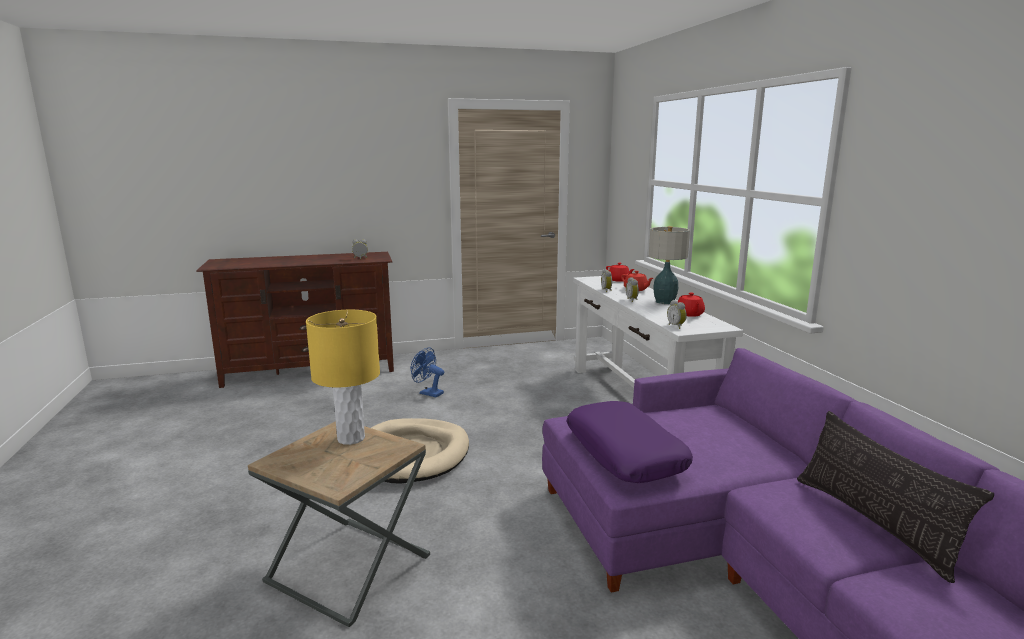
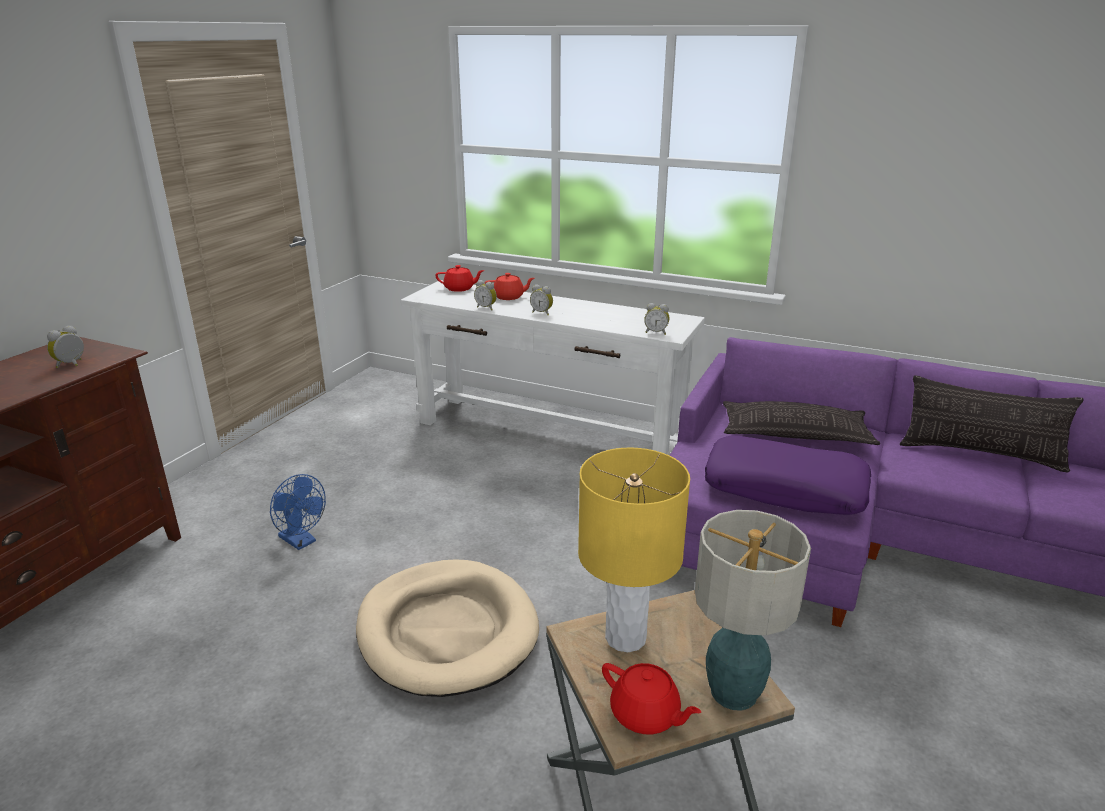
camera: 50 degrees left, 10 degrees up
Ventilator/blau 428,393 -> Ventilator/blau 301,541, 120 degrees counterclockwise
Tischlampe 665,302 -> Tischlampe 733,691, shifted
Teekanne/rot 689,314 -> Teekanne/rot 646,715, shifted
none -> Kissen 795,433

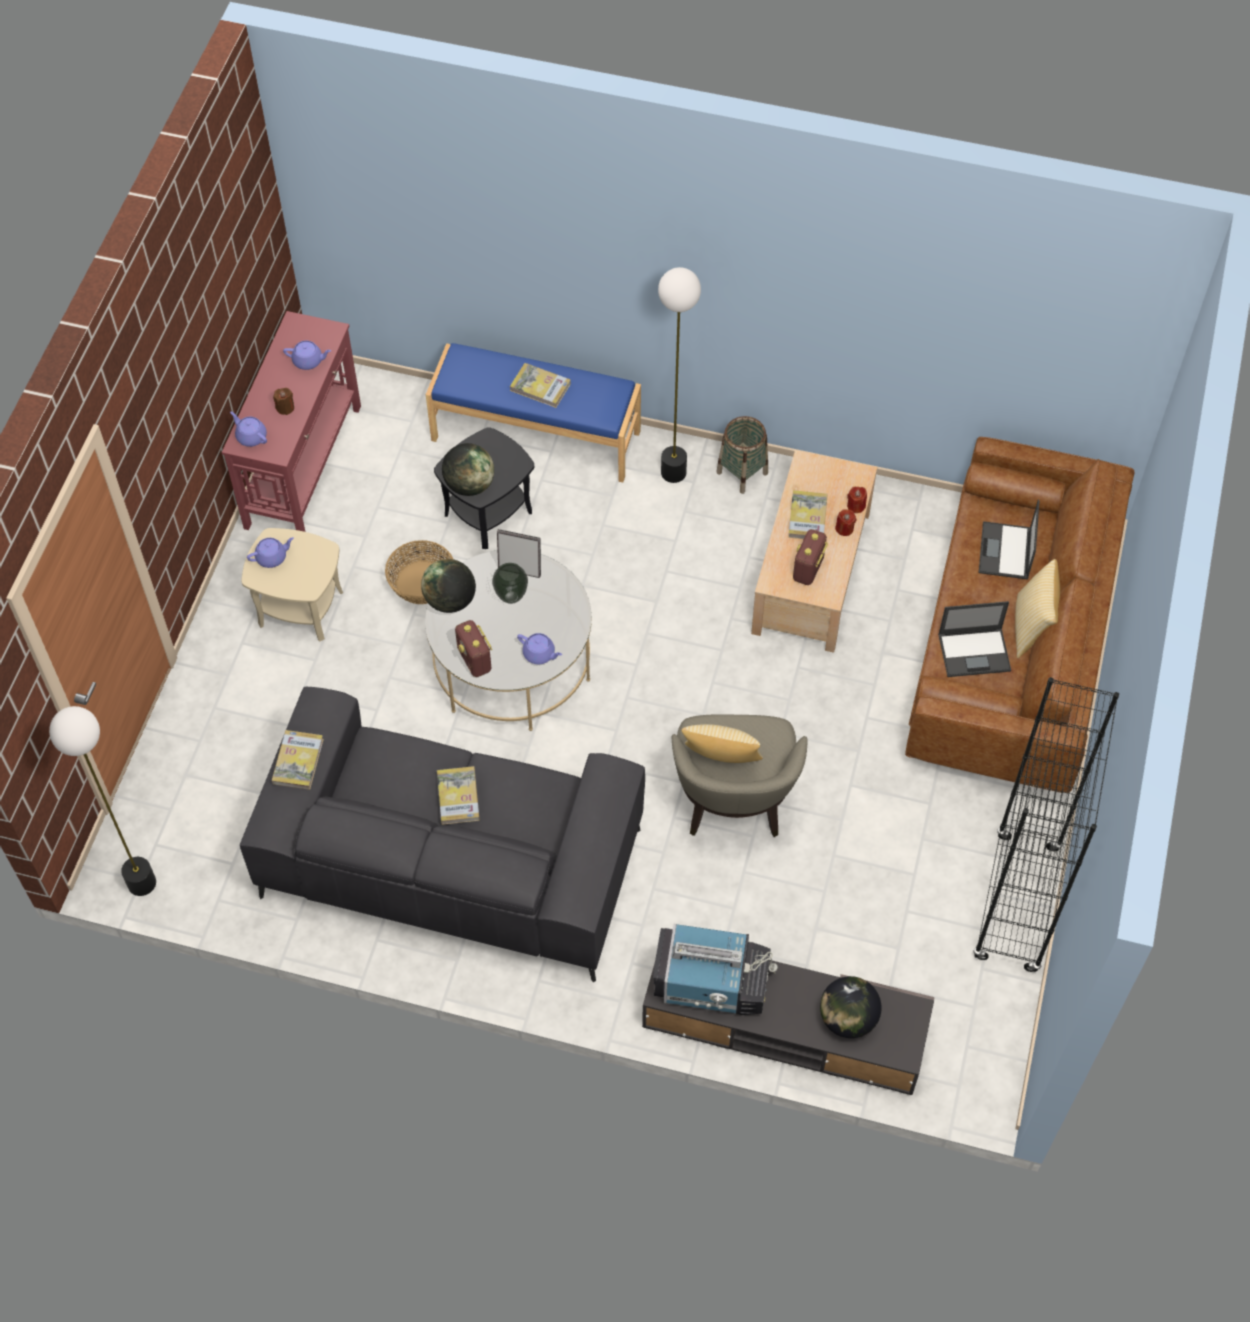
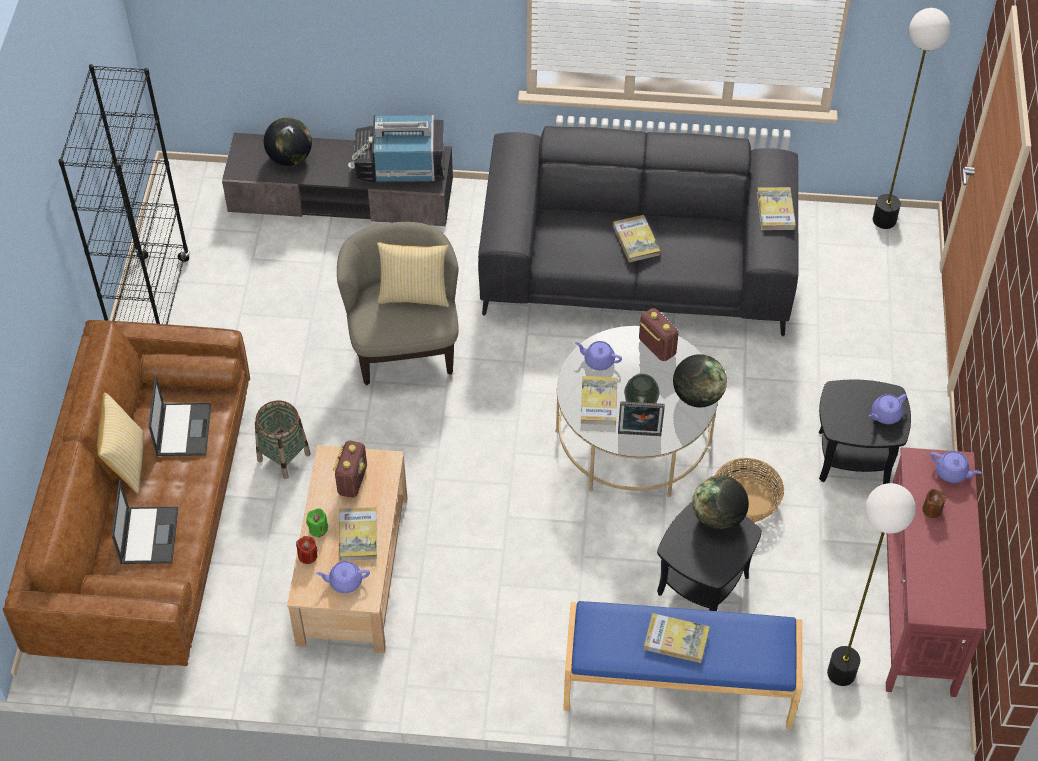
camera: 170 degrees right, 5 degrees down
Beistelltisch/beige 301,608 -> Beistelltisch/schwarz 853,458
Teekanne/lila 308,361 -> Teekanne/lila 344,581, shifted
Stehlampe 673,472 -> Stehlampe 841,673, shifted
Korb 742,473 -> Korb 283,457, shifted
Kerze/rot 844,528 -> Kerze/grün 318,529
Laptop 975,652 -> Laptop 183,429, 105 degrees clockwise
none -> Buch 598,402

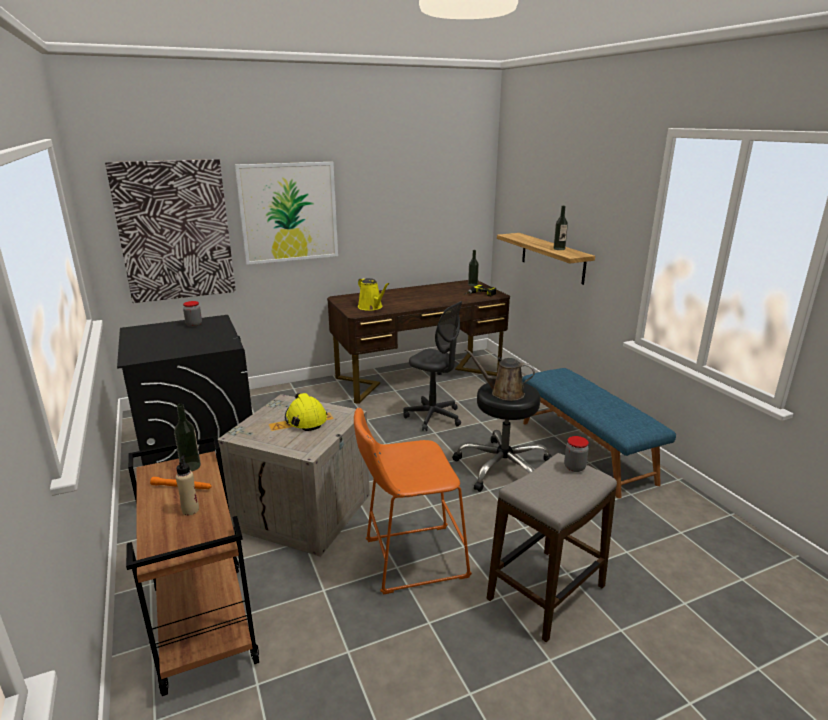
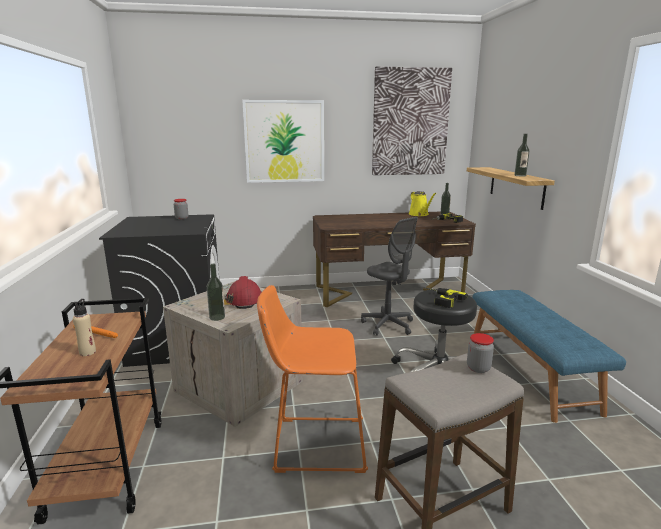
camera: 15 degrees right, 5 degrees down
Bild 175,231 -> Bild 410,122, shifted
Flasche 190,466 -> Flasche 217,317, shifted
Schutzhelm/gelb 306,419 -> Schutzhelm/rot 244,300
Gießkanne/gelb 371,307 -> Gießkanne/gelb 419,214, shifted
Gießkanne/braun 504,393 -> Bohrmaschine 439,299

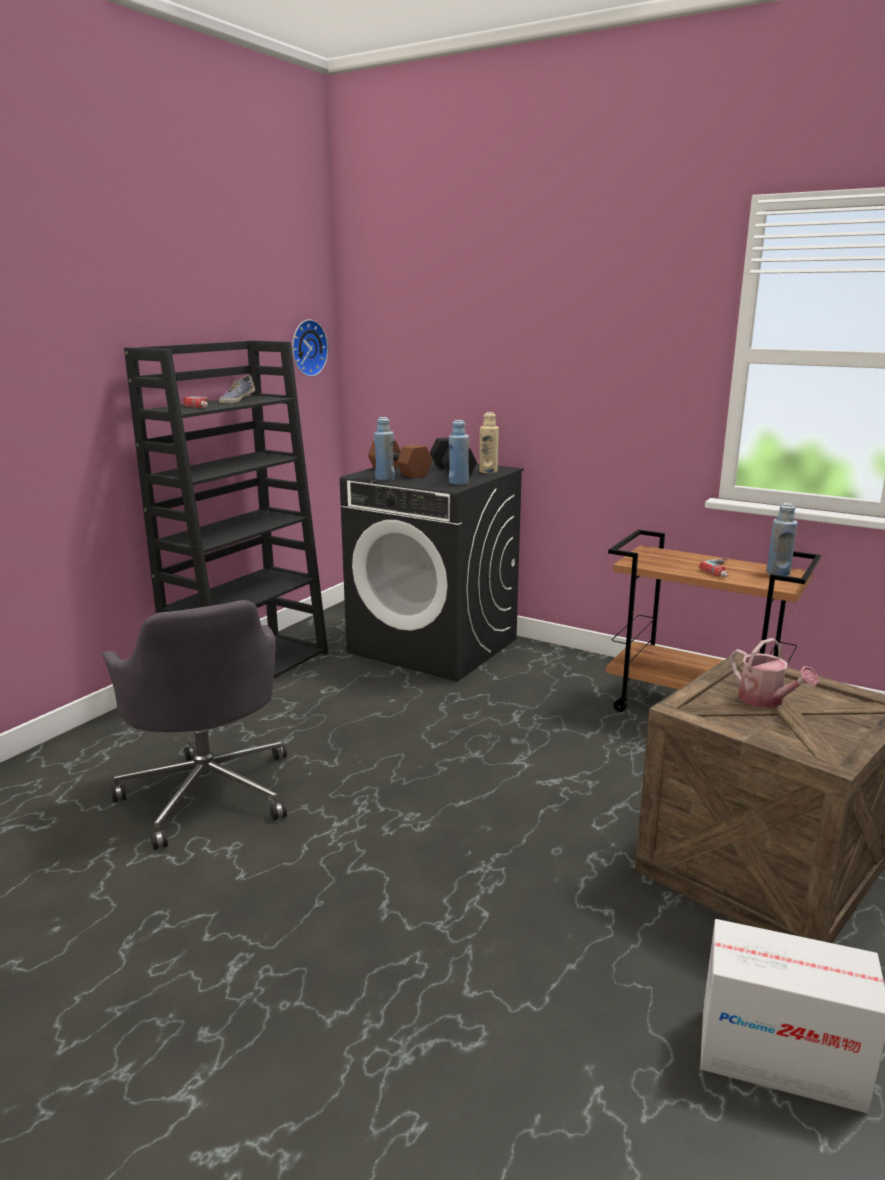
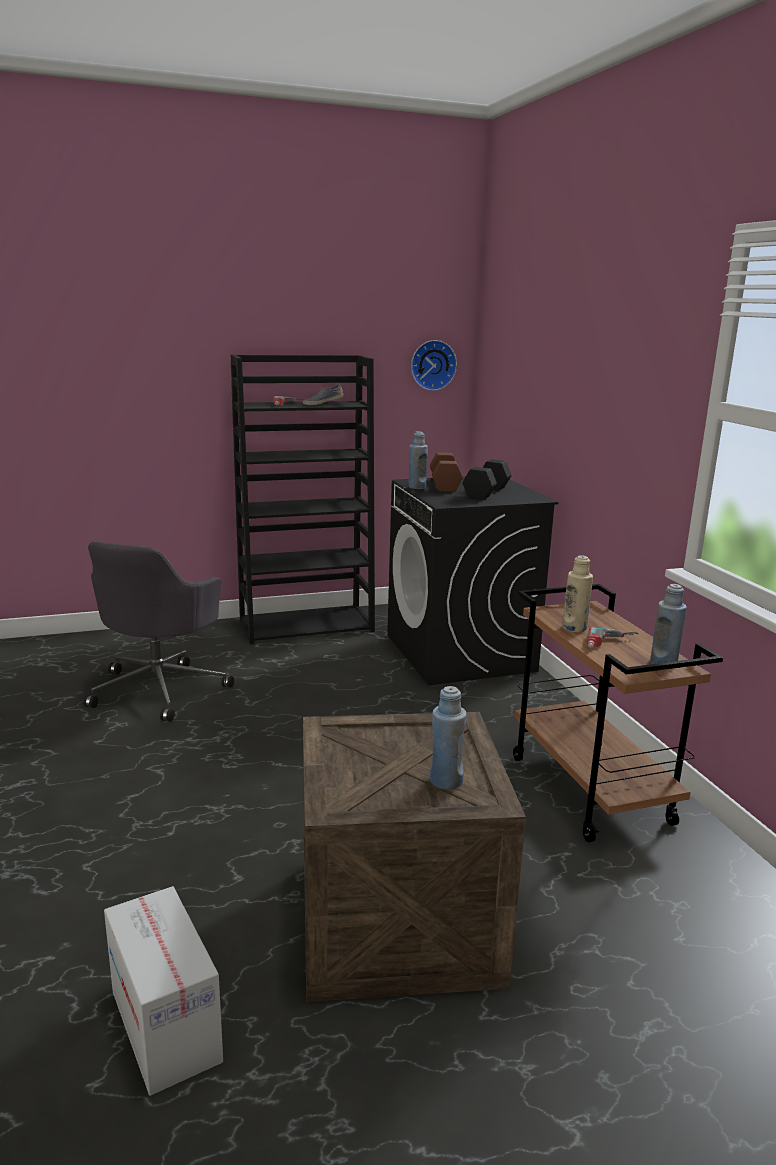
camera: 40 degrees right, 0 degrees up
Flasche/blau 458,483 -> Flasche/blau 446,781, shifted
Flasche/beige 488,471 -> Flasche/beige 574,628, shifted
Gießkanne 766,700 -> none

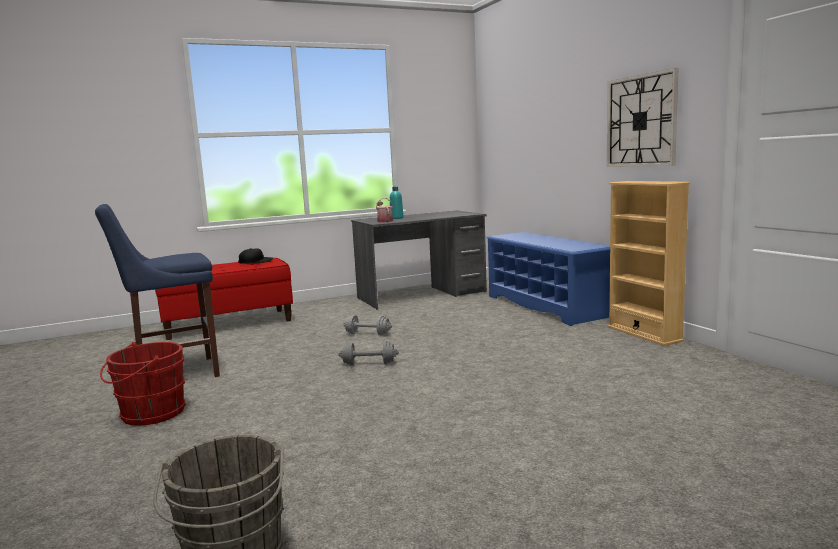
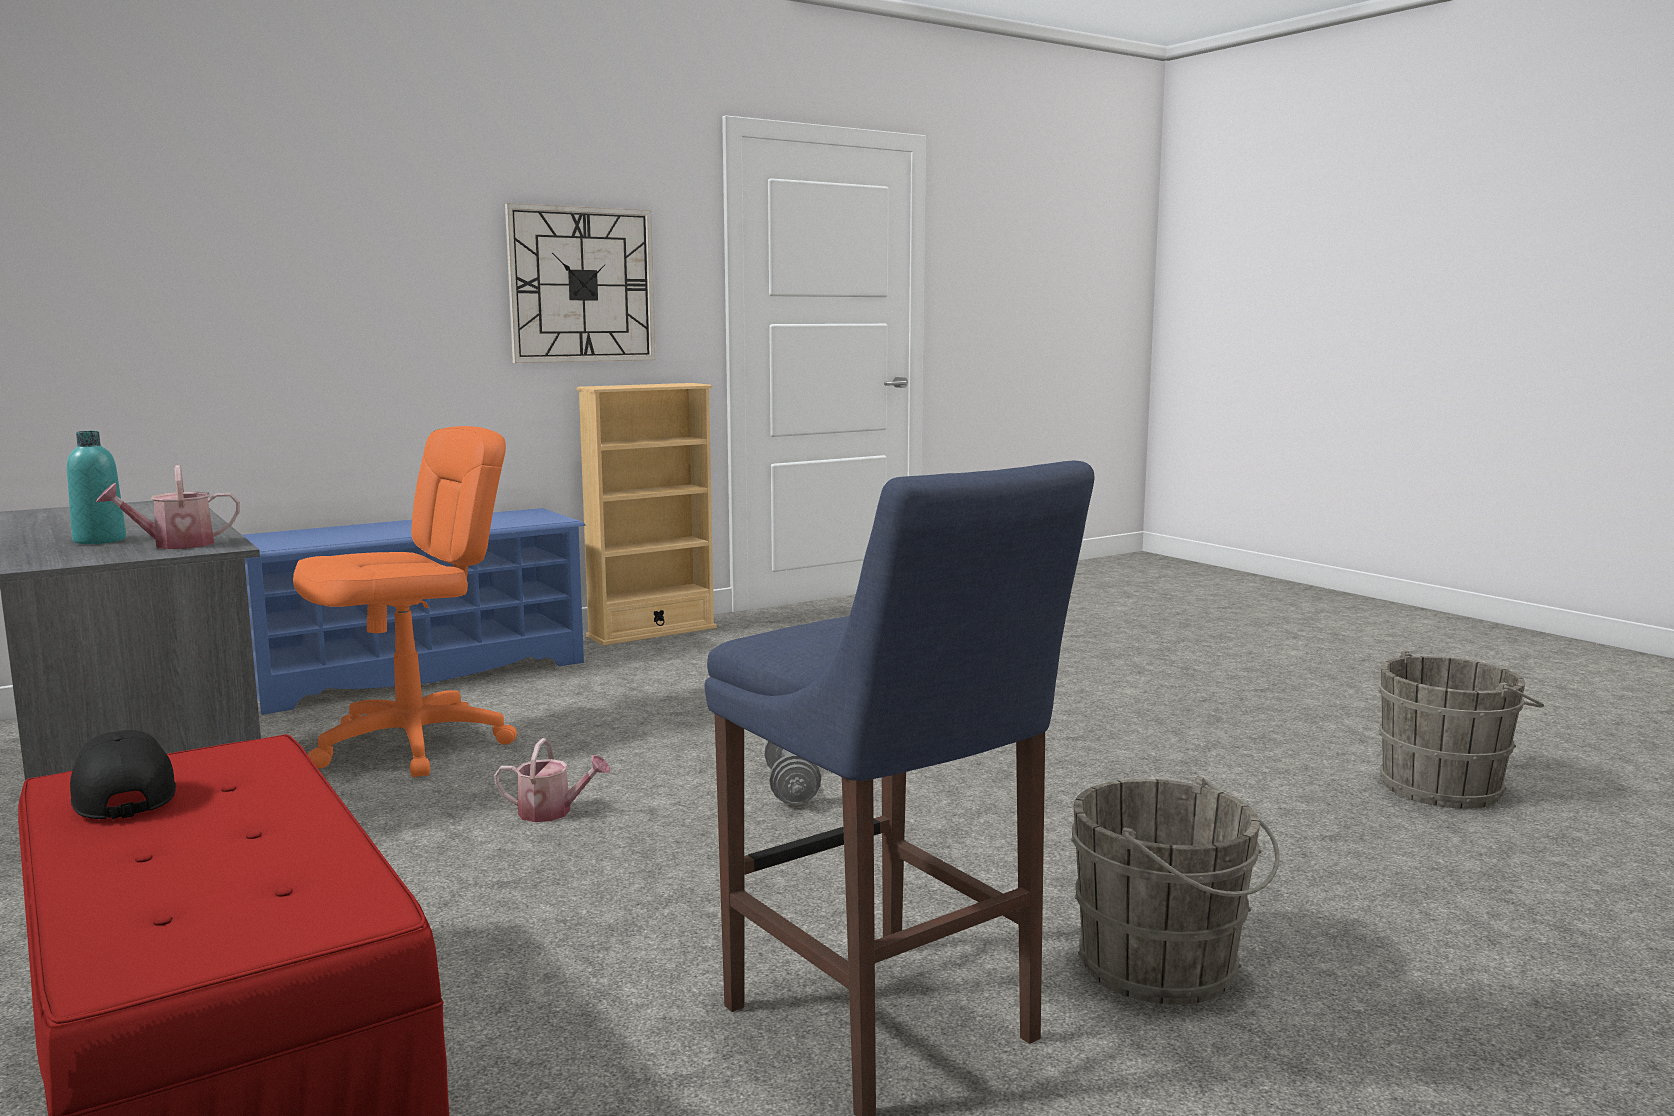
camera: 100 degrees left, 0 degrees up
Eimer/rot 149,414 -> Eimer/grau 1167,969
Hantel/grau 368,334 -> Gießkanne 552,812
none -> Bürostuhl/orange 413,745

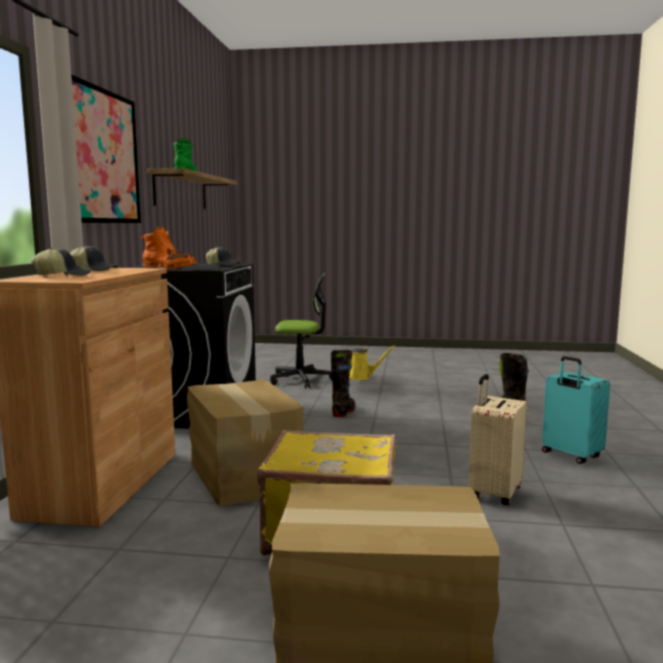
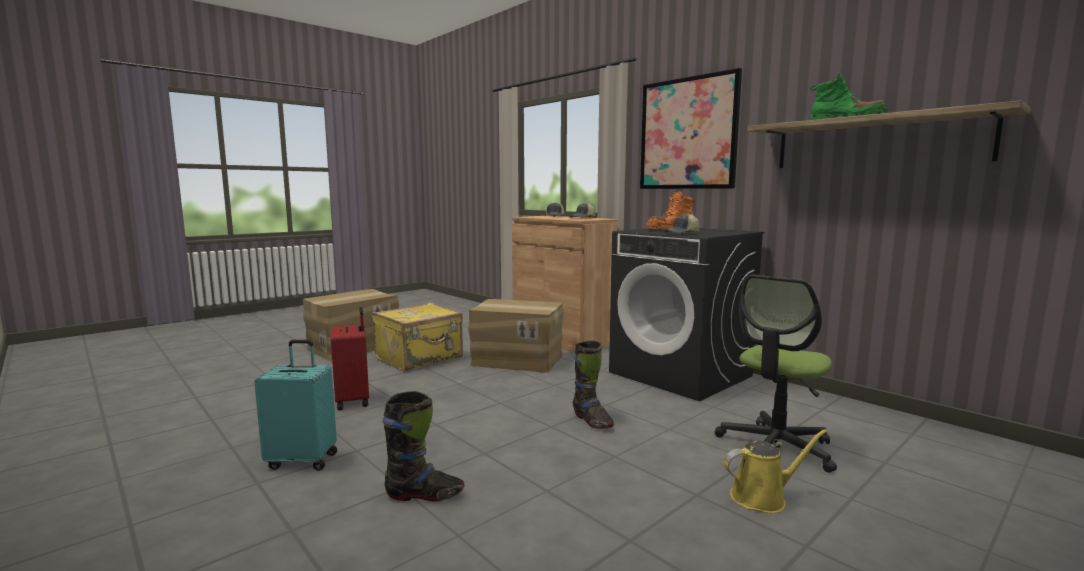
camera: 130 degrees right, 0 degrees up
Gießkanne/gelb 361,377 -> Gießkanne/gelb 763,497, 150 degrees counterclockwise
Koffer/beige 493,493 -> Koffer/rot 354,401

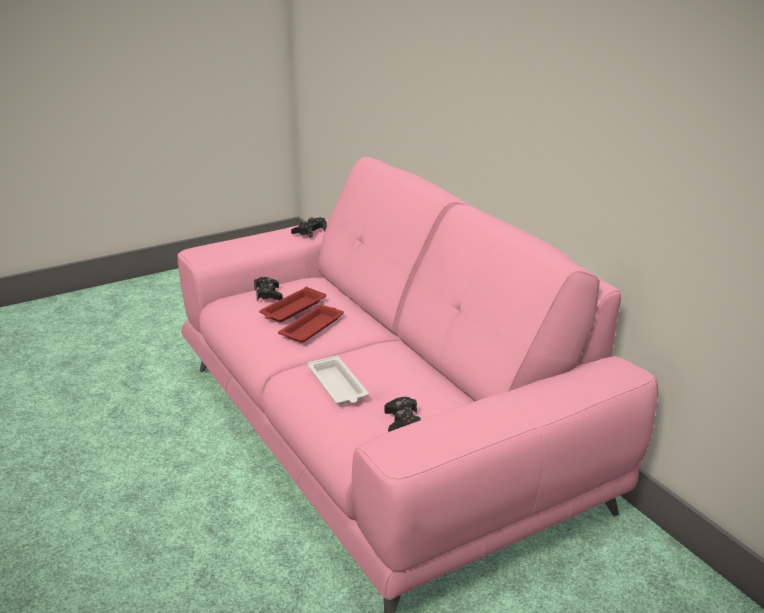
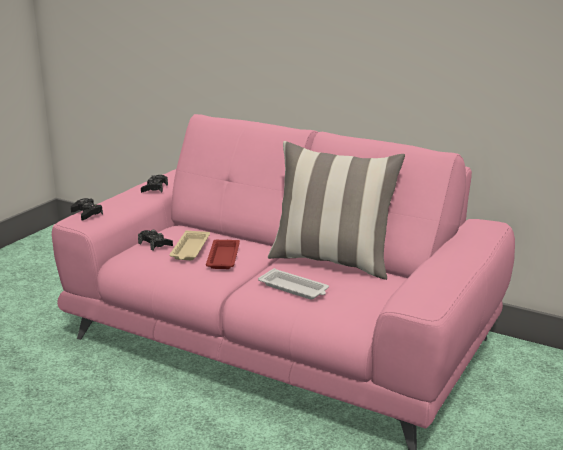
camera: 30 degrees left, 5 degrees down
Tablett/rot 292,309 -> Tablett/beige 190,249
Gamepad/schwarz 402,422 -> Gamepad/schwarz 87,213, shifted
none -> Kissen 332,261

